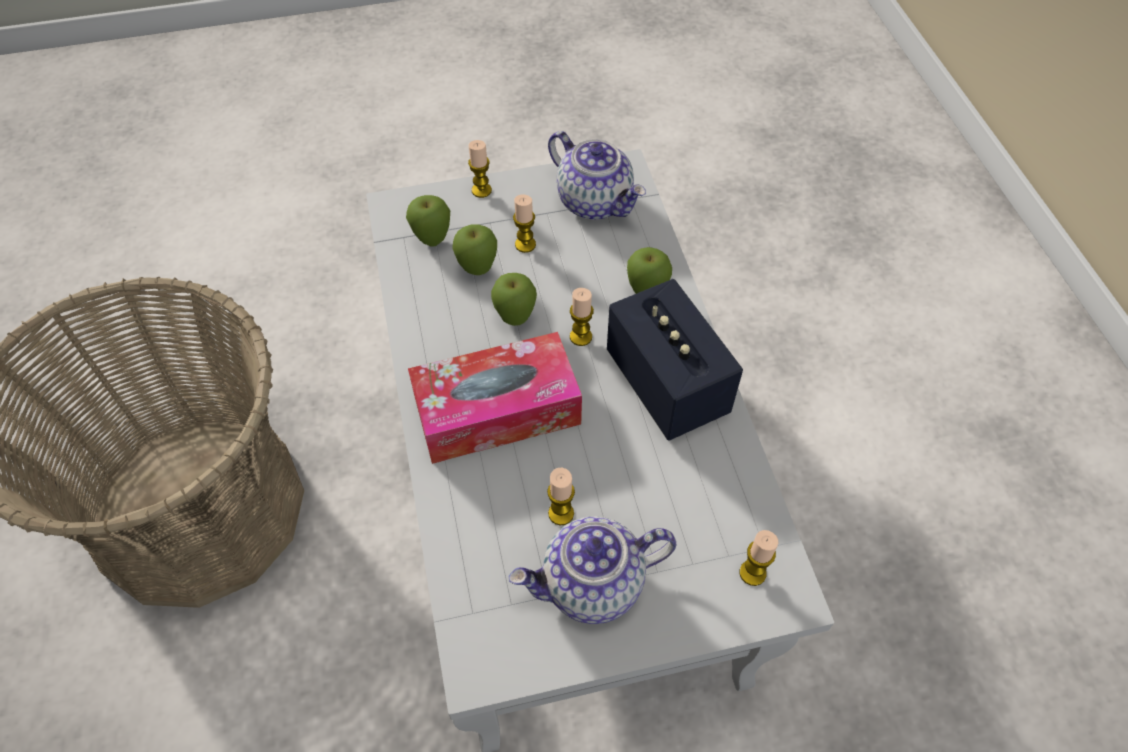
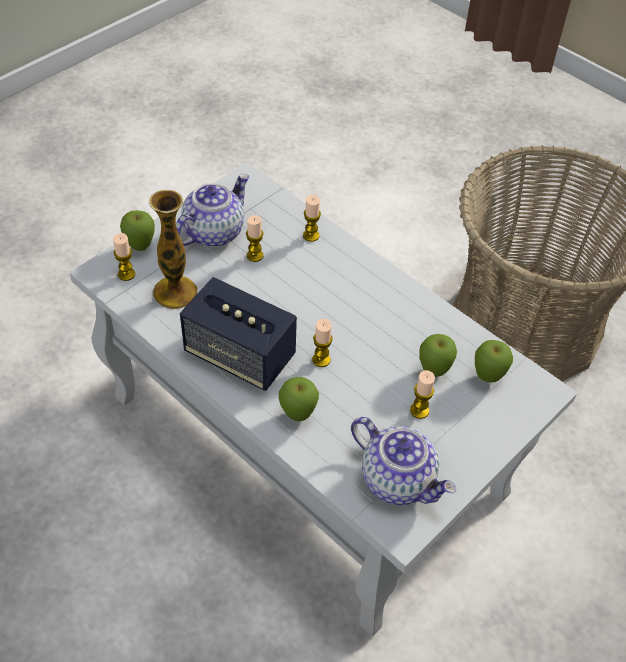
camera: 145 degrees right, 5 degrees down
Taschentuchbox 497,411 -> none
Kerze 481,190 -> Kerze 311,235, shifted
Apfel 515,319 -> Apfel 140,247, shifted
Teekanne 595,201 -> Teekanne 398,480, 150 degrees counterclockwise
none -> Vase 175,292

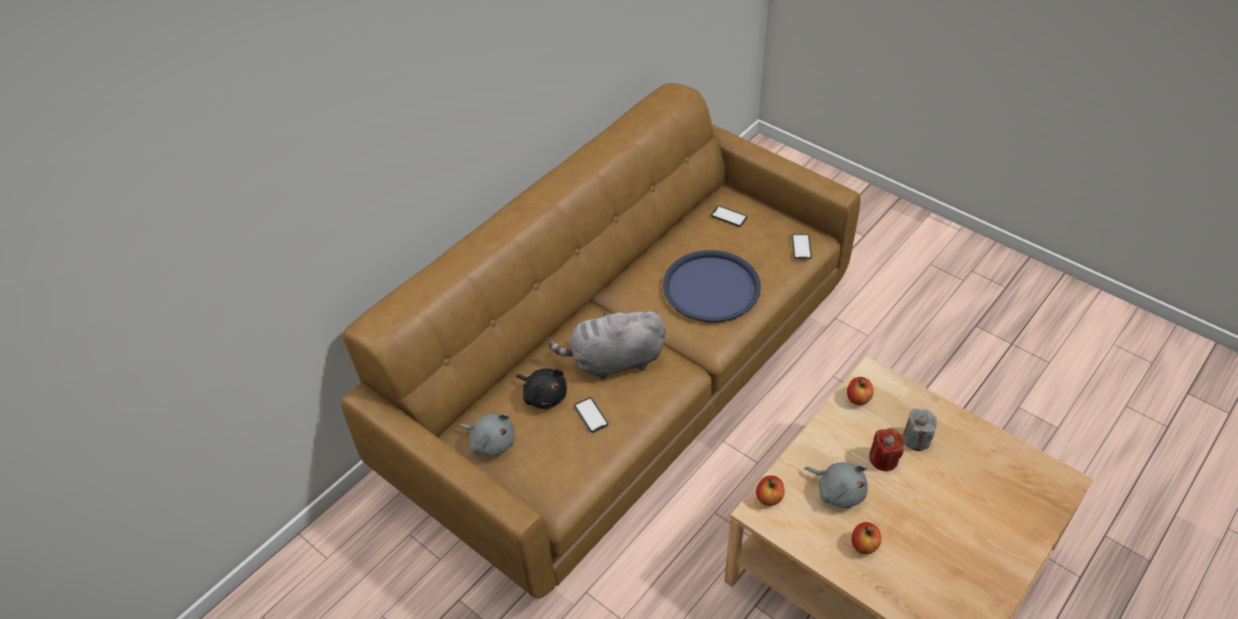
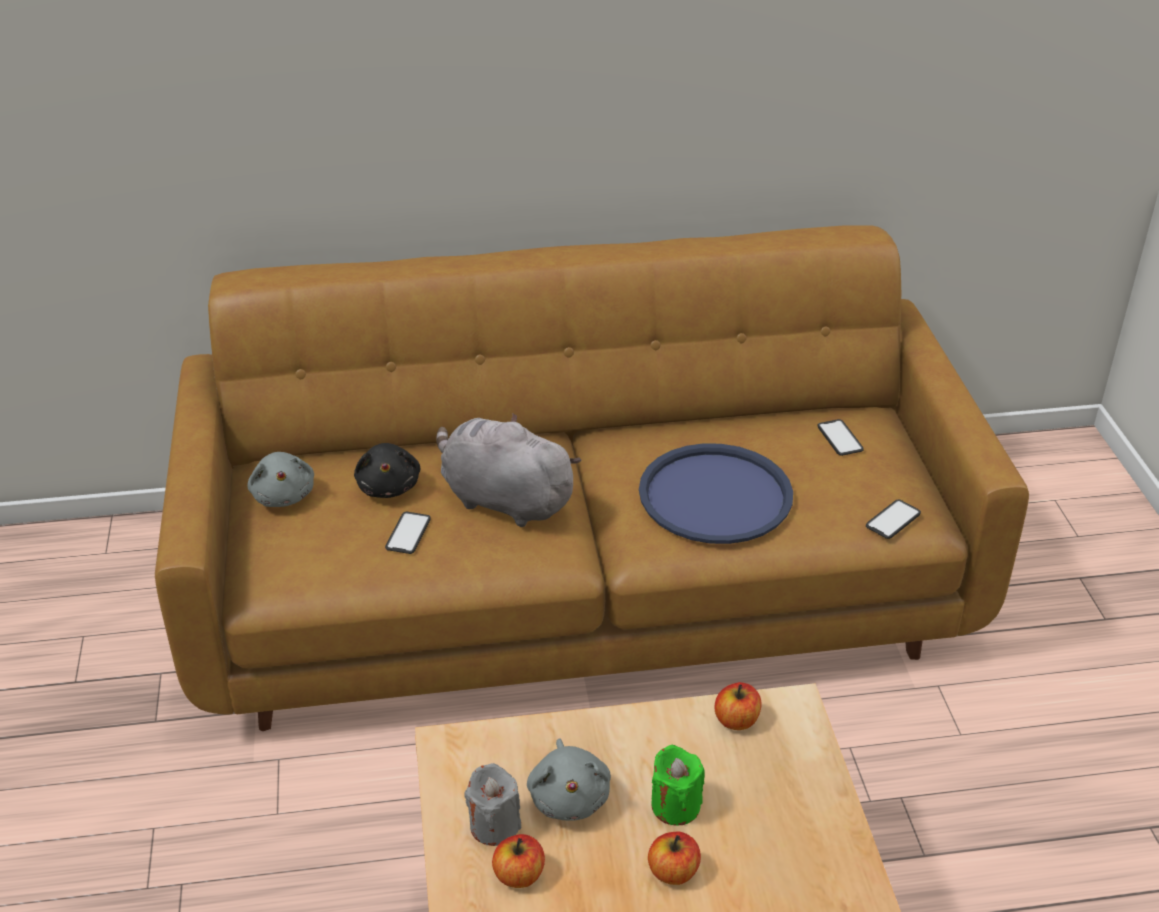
camera: 40 degrees right, 10 degrees down
Apfel 769,497 -> Apfel 673,872, shifted
Kerze/rot 883,459 -> Kerze/grün 675,806
Kerze/grau 916,439 -> Kerze/grau 494,825, shifted

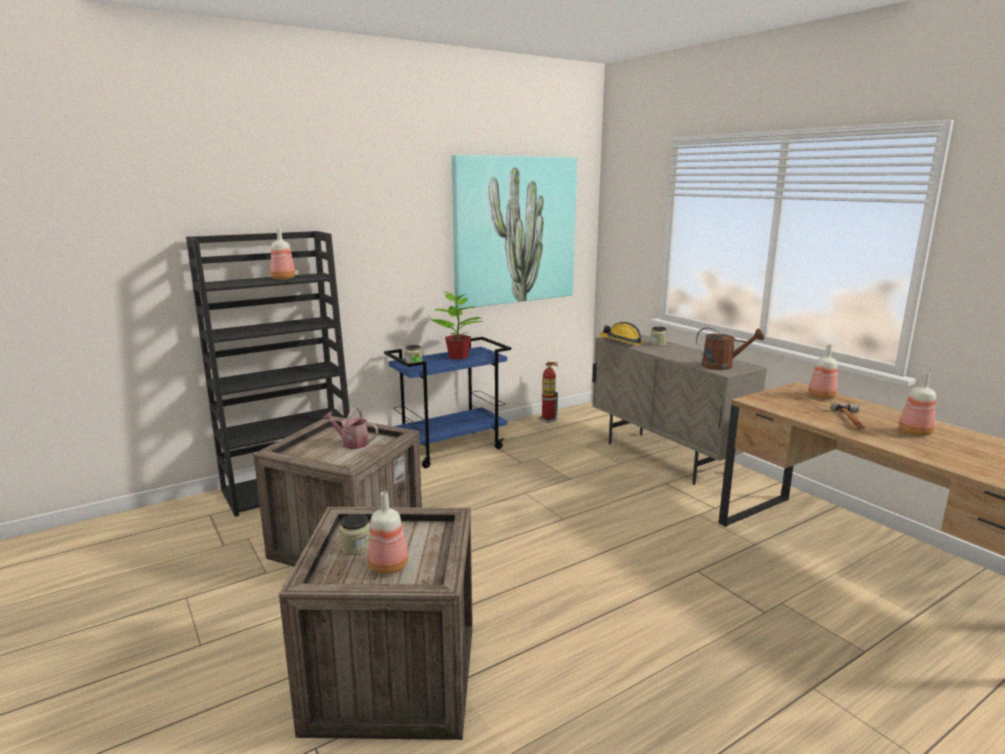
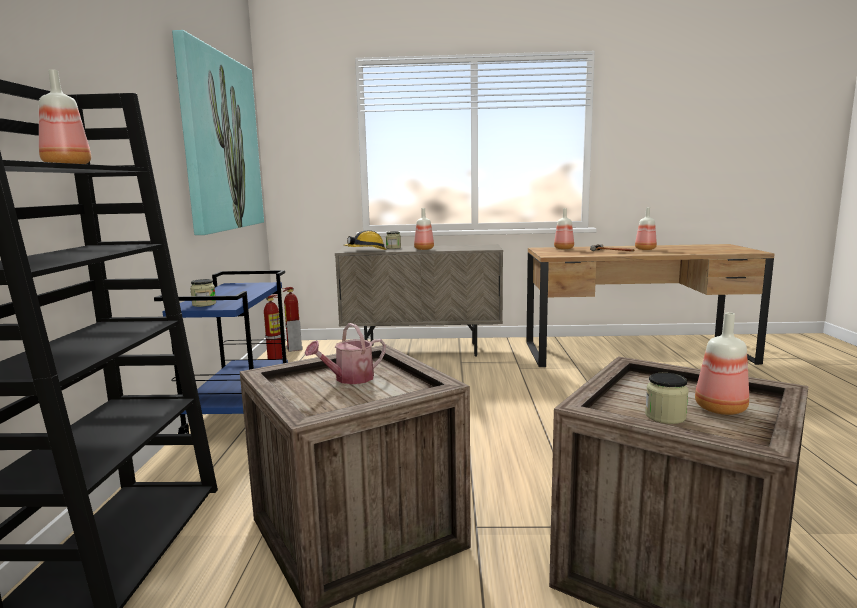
camera: 55 degrees left, 5 degrees down
Topfpflanze 459,357 -> none
Gießkanne/braun 723,366 -> none
none -> Feuerlöscher 294,349
none -> Flasche 423,249

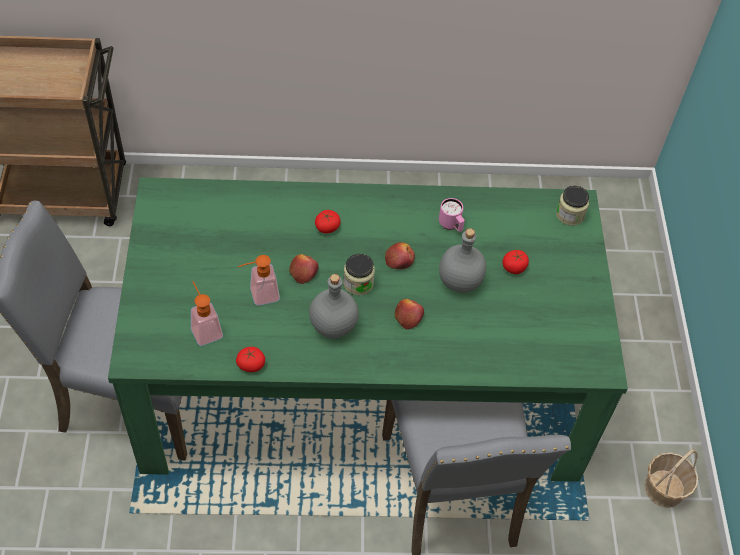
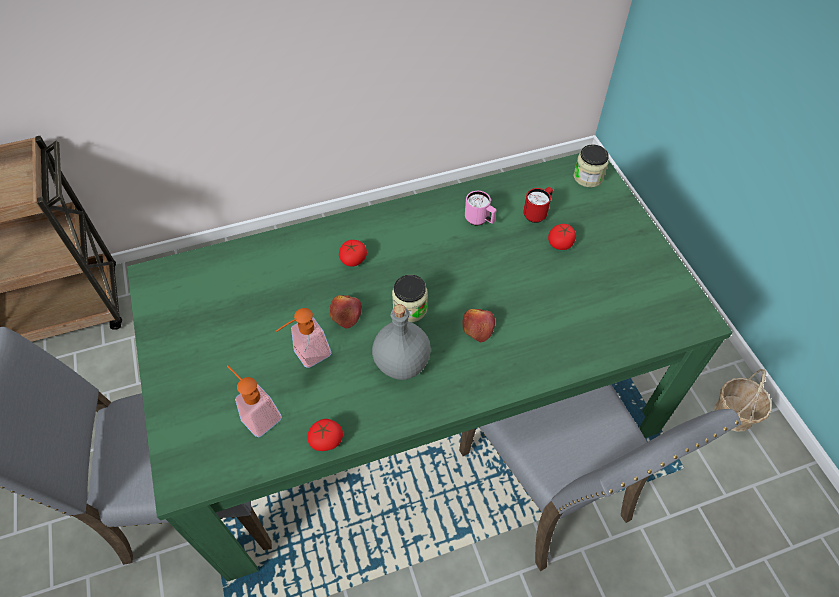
camera: 15 degrees left, 0 degrees up
Apfel 399,259 -> none
Flasche/grau 460,281 -> none
none -> Henkelbecher/rot 537,213

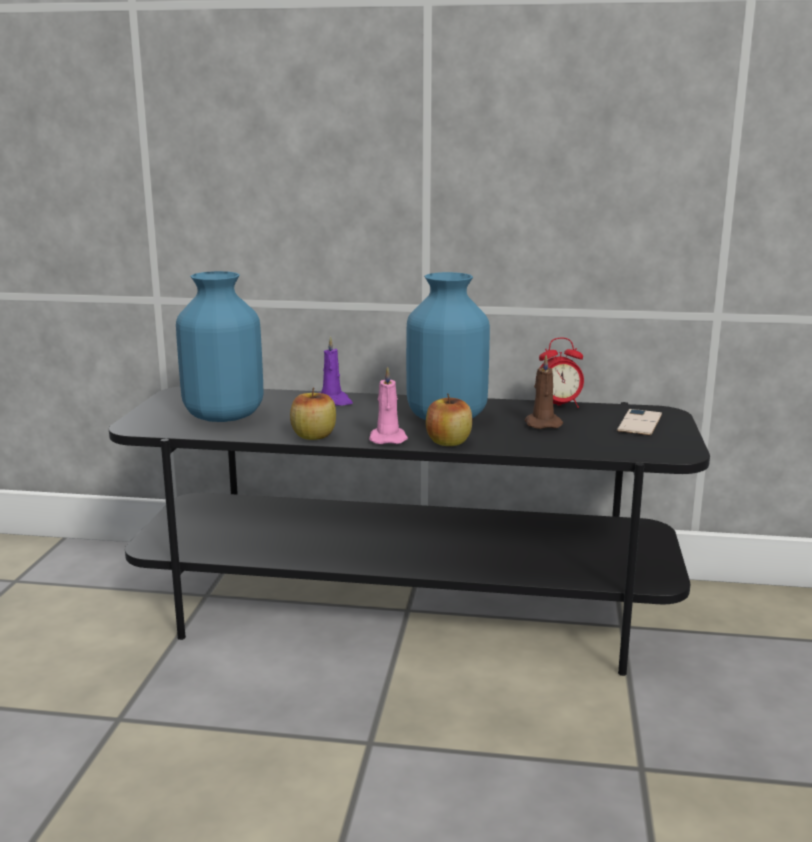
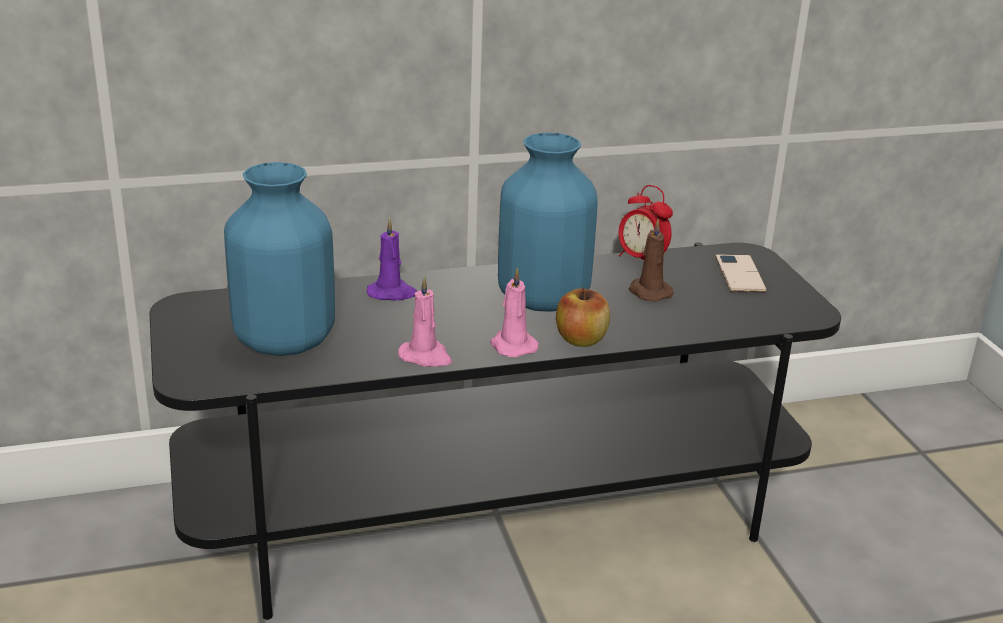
camera: 25 degrees left, 10 degrees up
Apfel 313,436 -> Kerze/rosa 426,357
Wecker 559,406 -> Wecker 641,260, 75 degrees clockwise

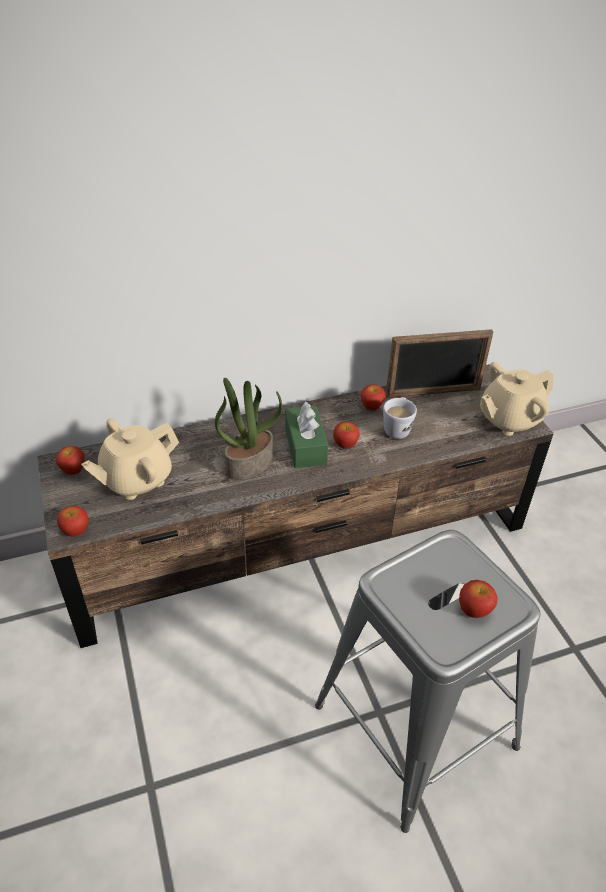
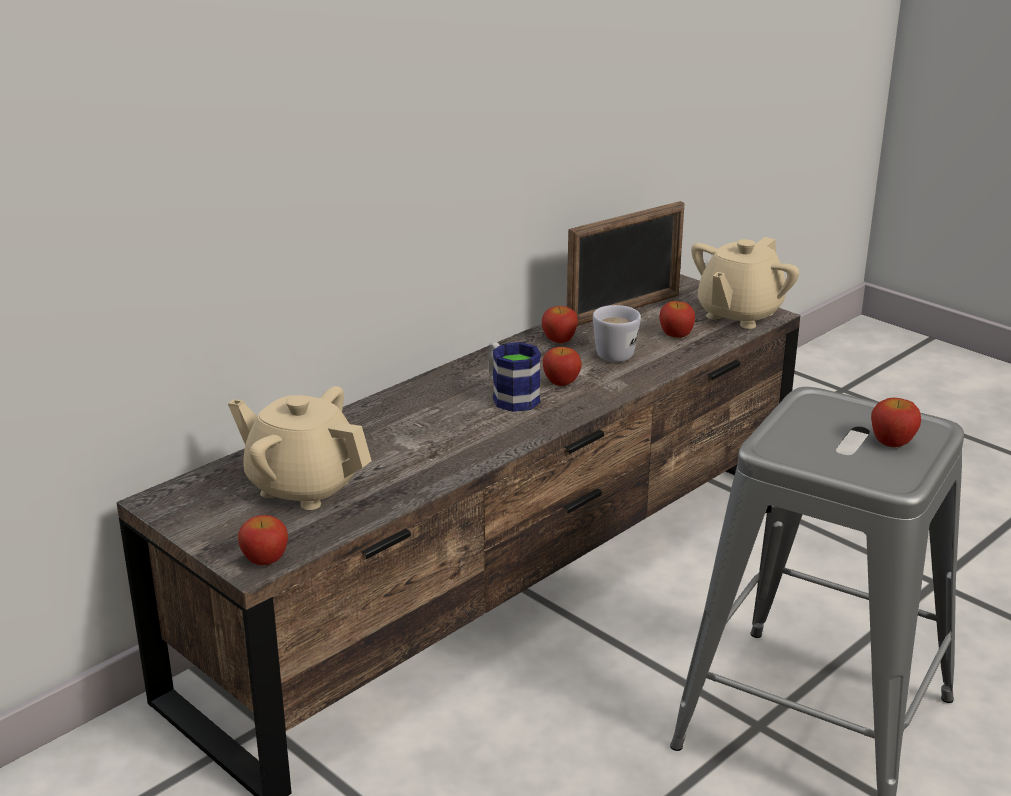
camera: 25 degrees left, 15 degrees down
Apfel 73,469 -> Apfel 675,335, shifted
Teekanne/beige 136,480 -> Teekanne/beige 303,486, 90 degrees clockwise
Topfpflanze 249,463 -> none
Taschentuchbox/grün 305,446 -> Henkelbecher 510,396

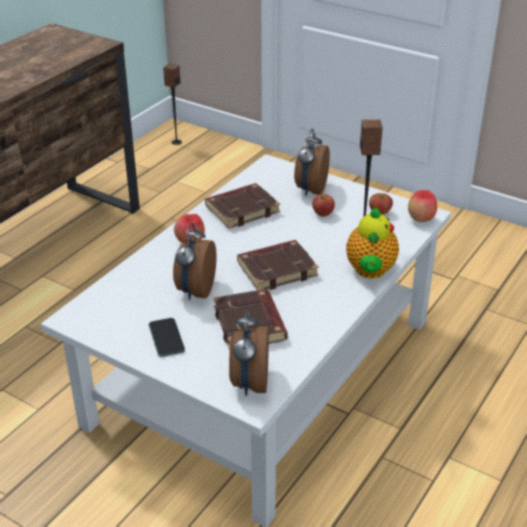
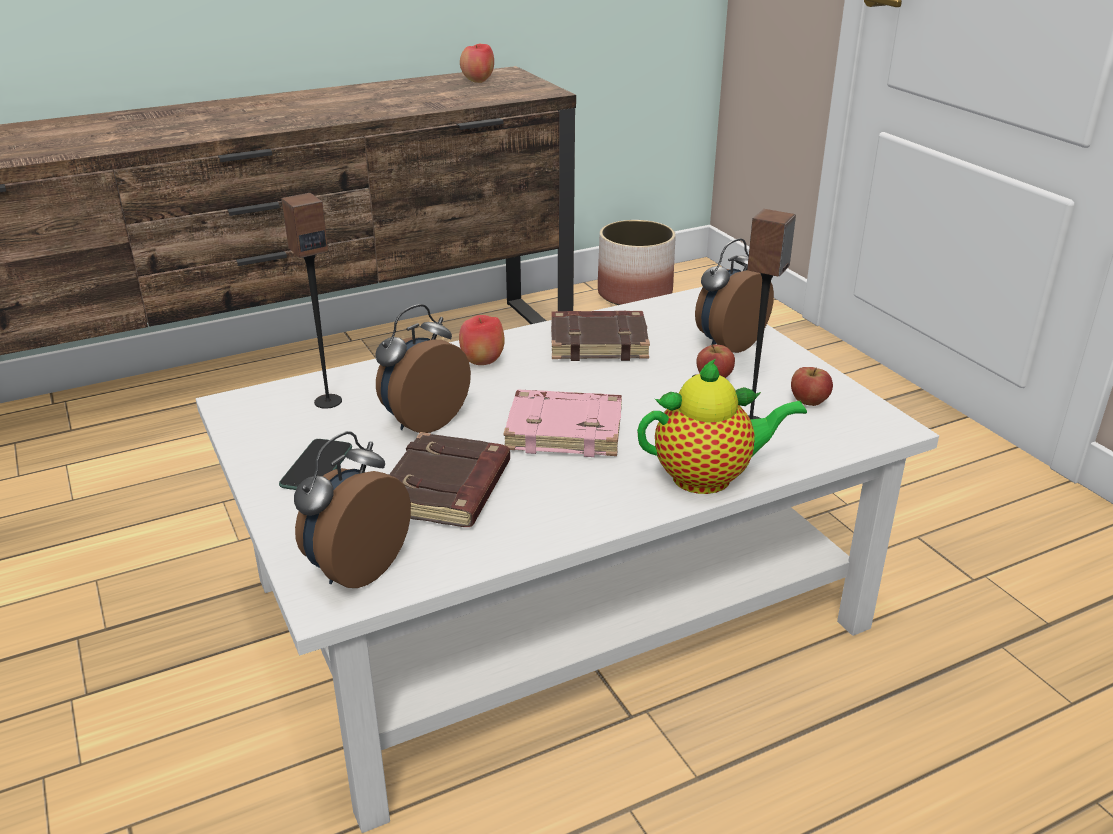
camera: 30 degrees right, 5 degrees down
Lautsprecher 176,142 -> Lautsprecher 328,401, shifted
Buch/braun 277,269 -> Buch/rosa 566,430
Teekanne 370,271 -> Teekanne 709,477, 135 degrees counterclockwise
Apfel 421,219 -> Apfel 478,81, shifted
none -> Pflanzkübel 635,294

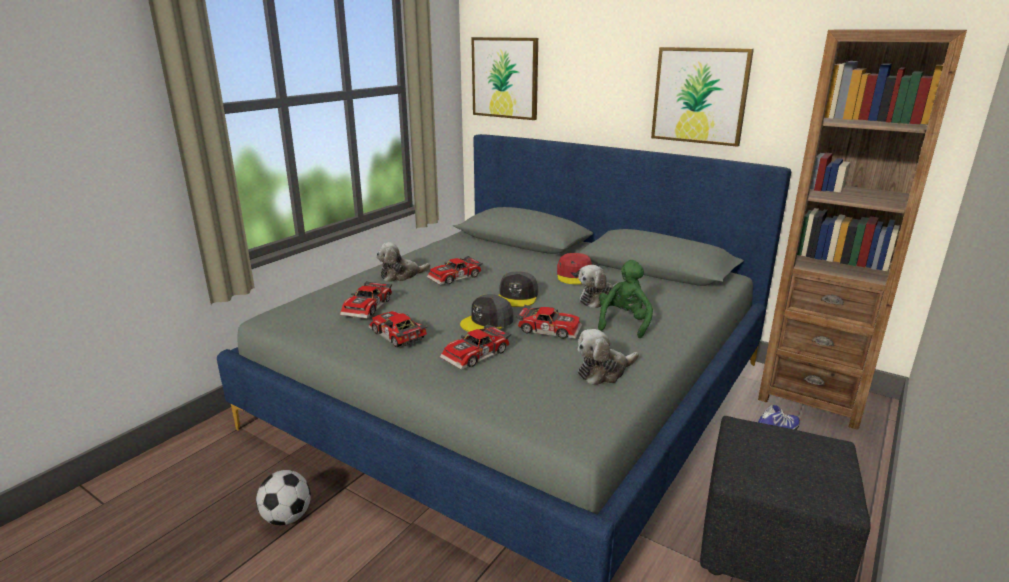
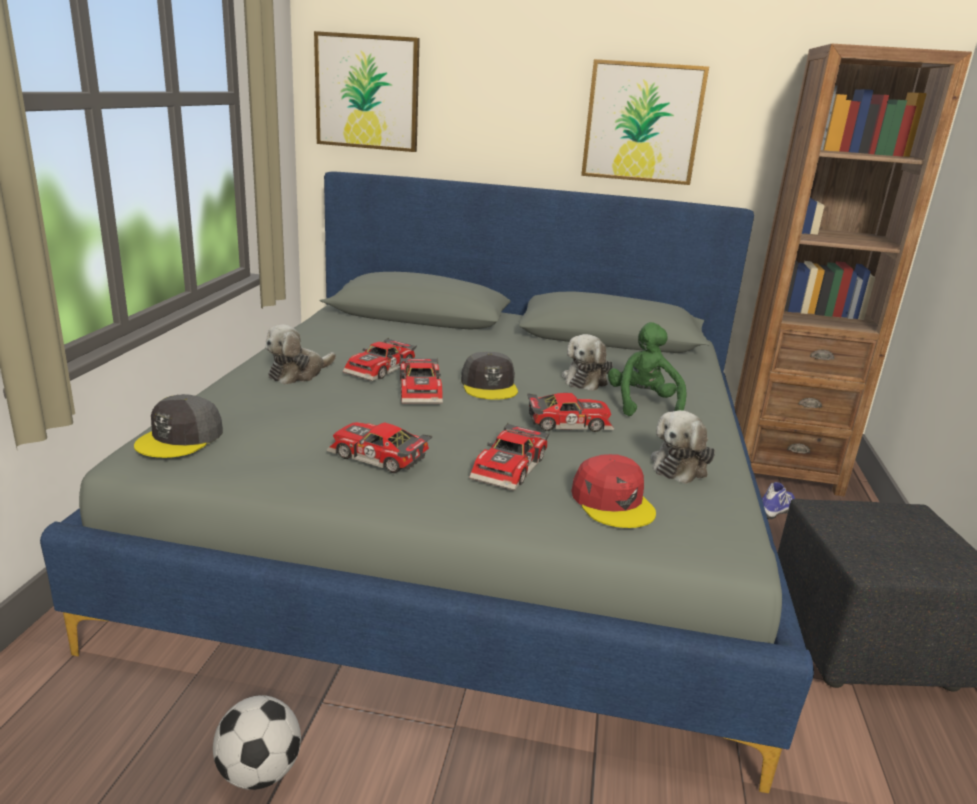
camera: 25 degrees left, 0 degrees up
Spielzeugauto 369,307 -> Spielzeugauto 422,390, shifted
Kappe/grau 487,322 -> Kappe/grau 180,438, shifted
Kappe/rot 575,275 -> Kappe/rot 613,502, shifted

